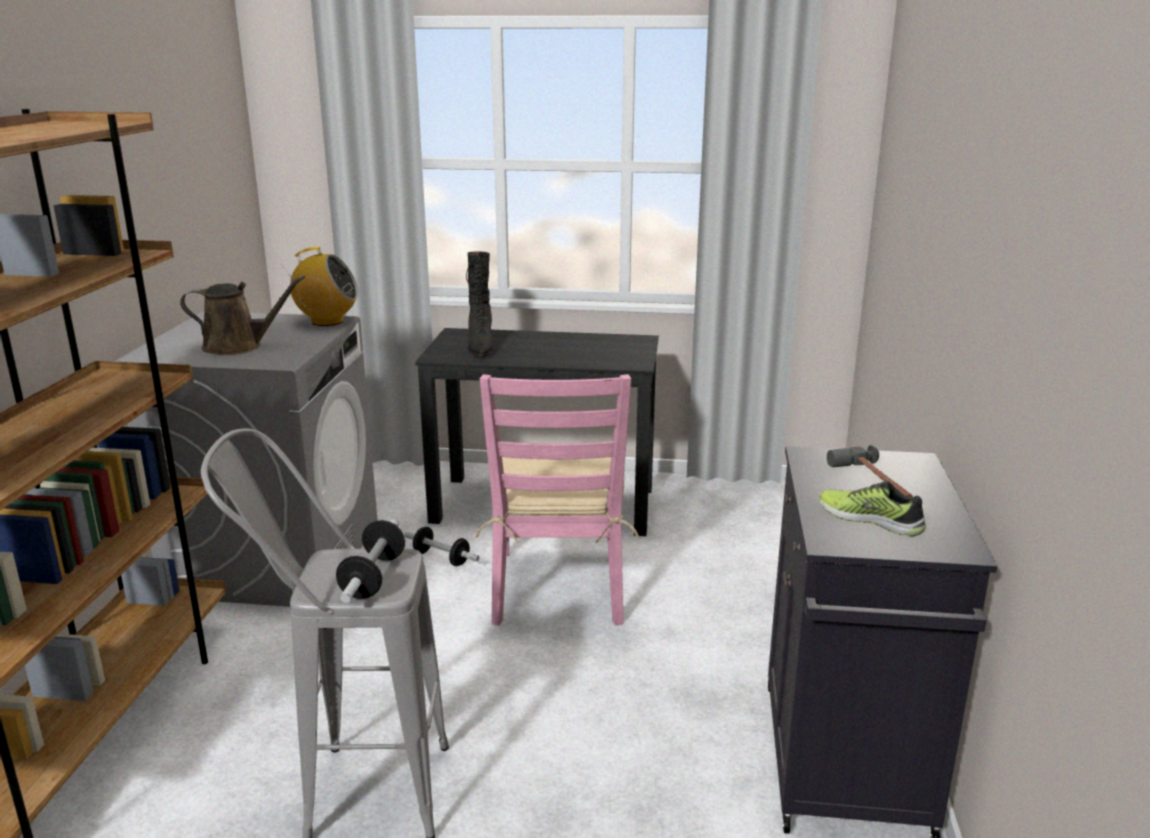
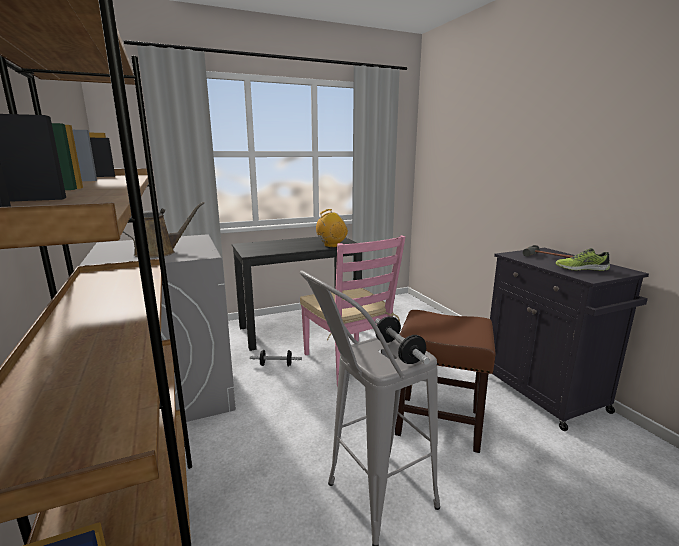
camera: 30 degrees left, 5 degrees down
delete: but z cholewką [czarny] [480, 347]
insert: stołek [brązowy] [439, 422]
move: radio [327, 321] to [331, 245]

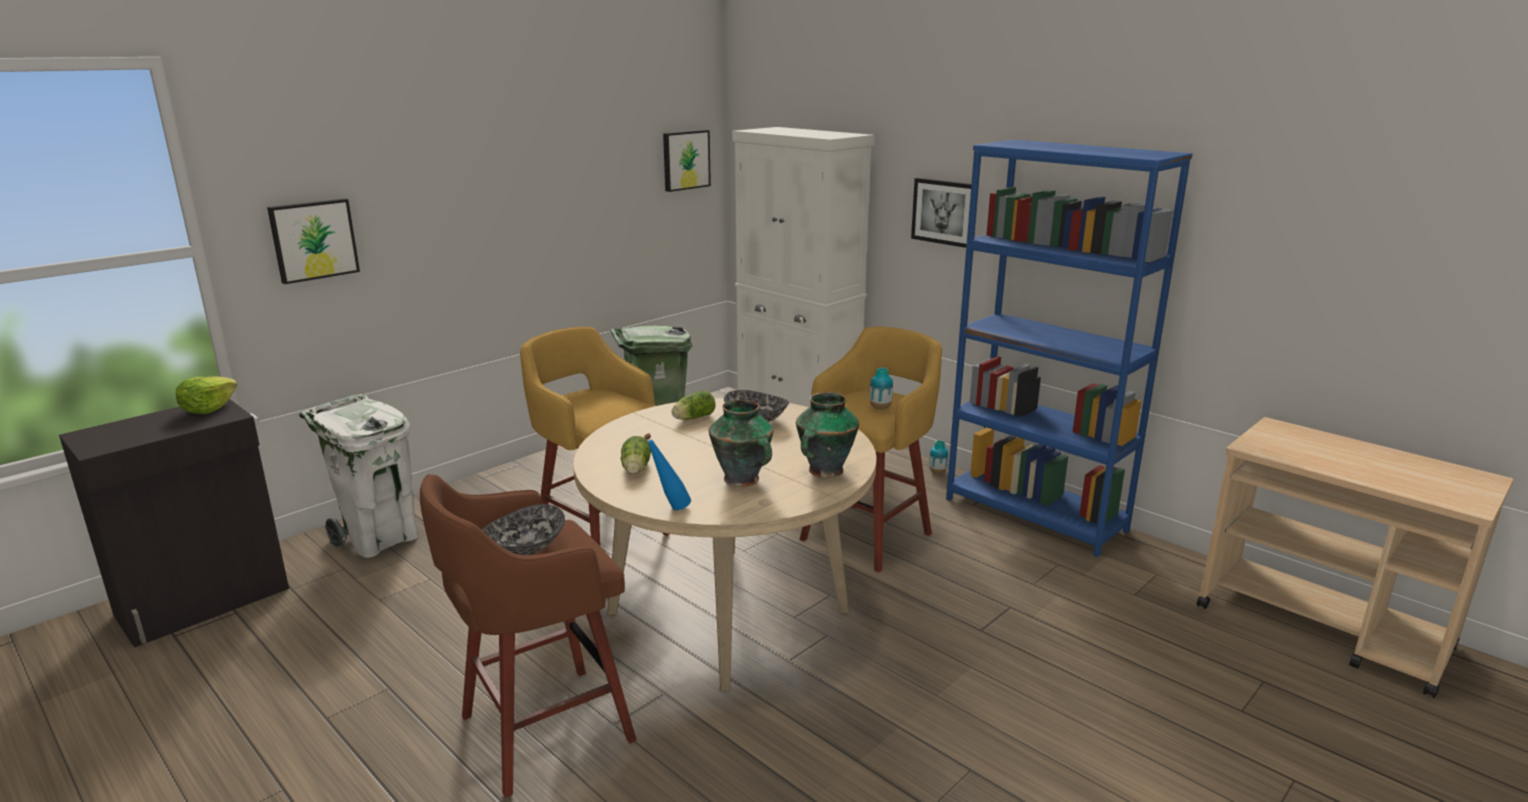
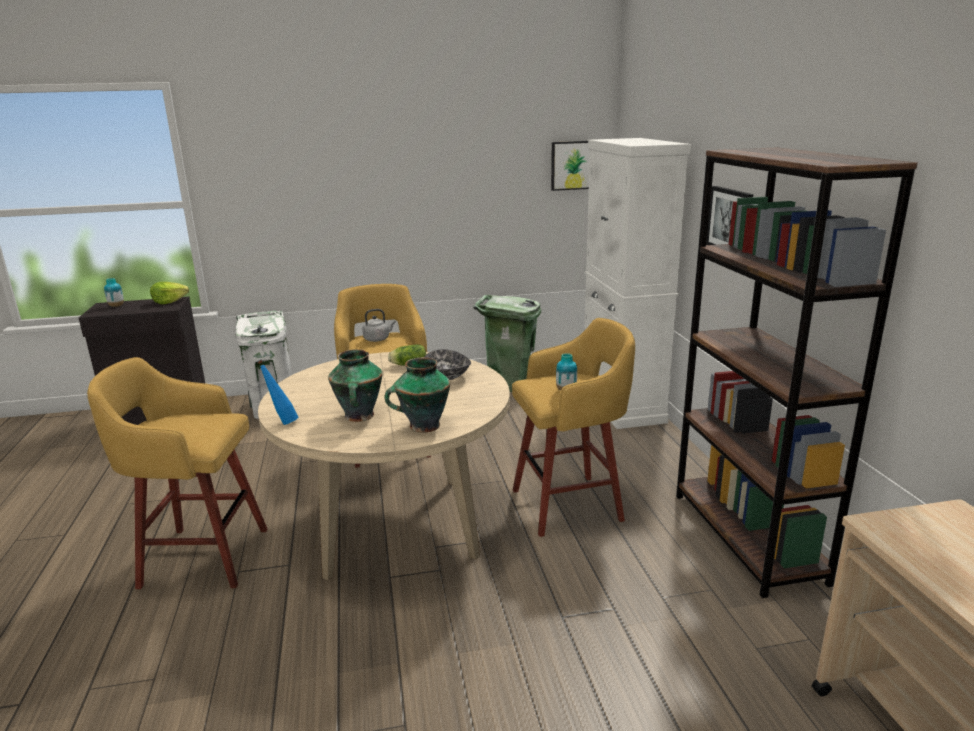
camera: 35 degrees right, 0 degrees up
delete: obraz [313, 240]; miska [524, 549]; sałata [635, 469]
insert: czajnik [szary] [378, 339]
move: wazon [937, 472] to [116, 306]
recolor: stołek [brązowy] [541, 730] to stołek [żółty] [201, 557]; regał [niebieski] [1035, 514] to regał [brązowy] [747, 537]

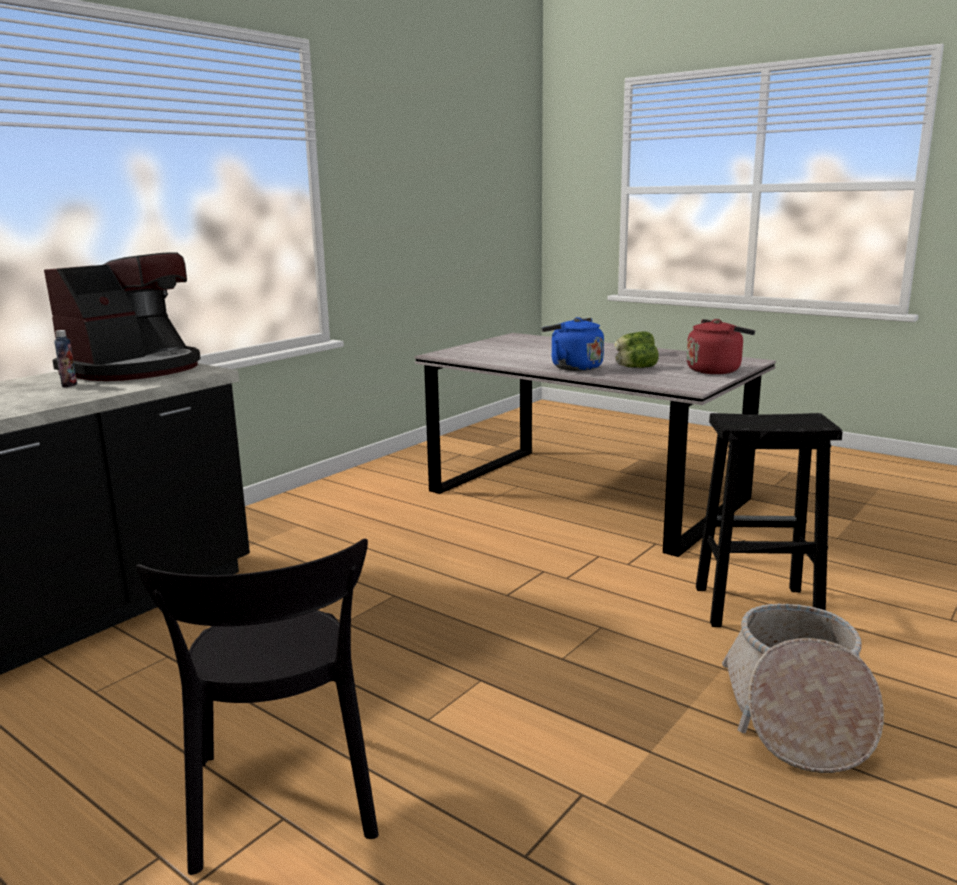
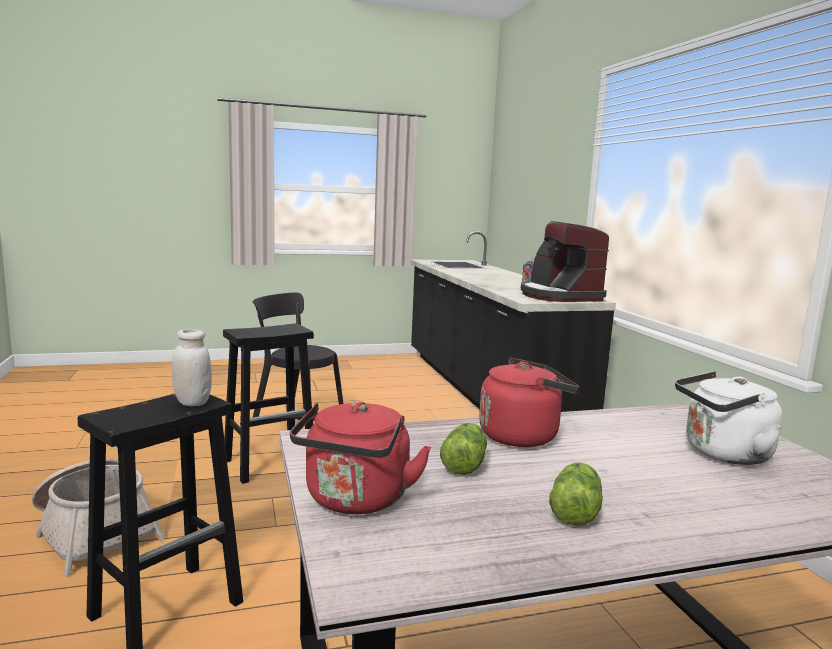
camera: 125 degrees right, 5 degrees down
insert: słoik [biały] [192, 402]; stołek [czarny] [270, 463]; czajnik [biały] [722, 454]
recolor: czajnik [niebieski] [573, 367] to czajnik [czerwony] [523, 436]

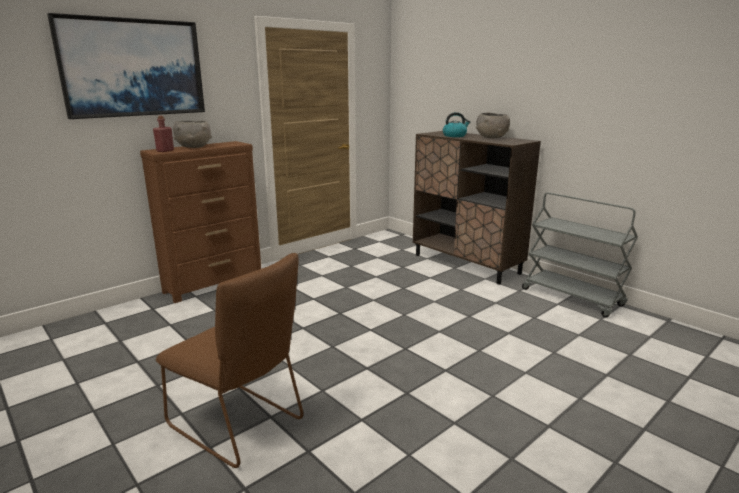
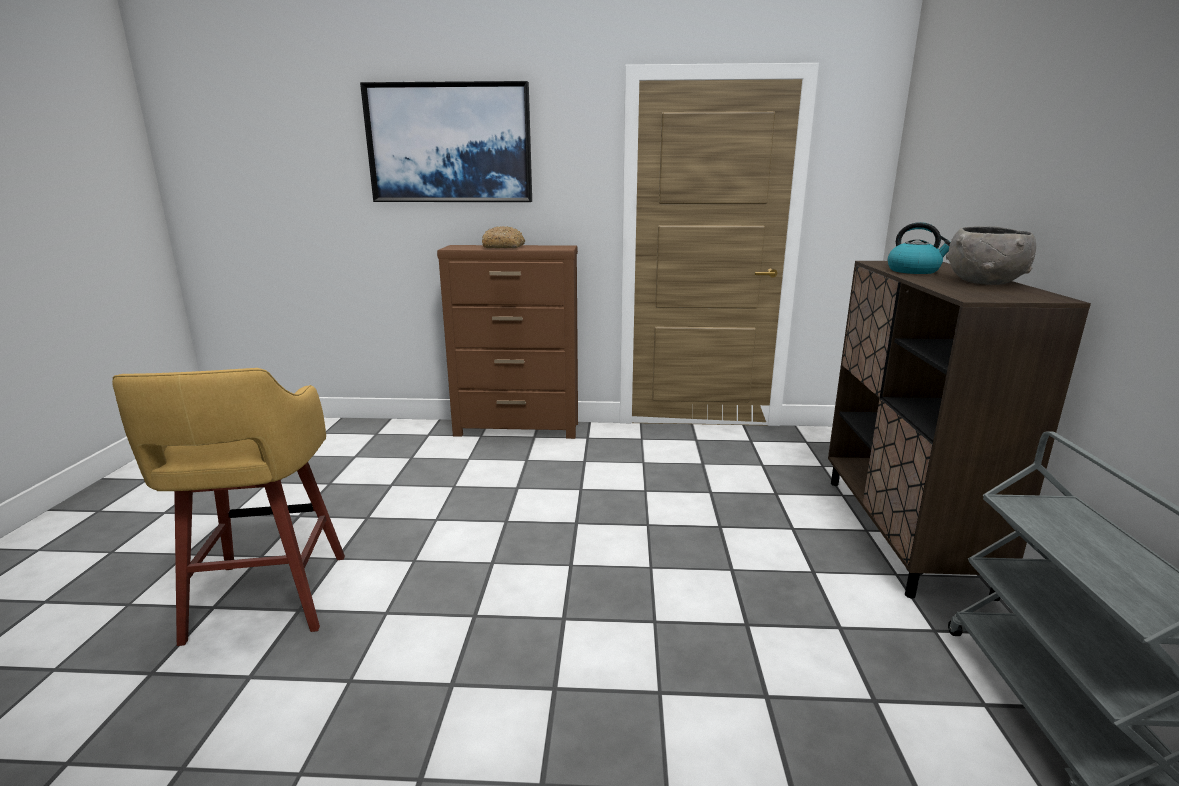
camera: 45 degrees right, 0 degrees up
delete: butelka [czerwony] [165, 151]
replace: krzesło [brązowy] [240, 425] to stołek [żółty] [266, 600]; miska [szary] [194, 147] to chleb [504, 247]

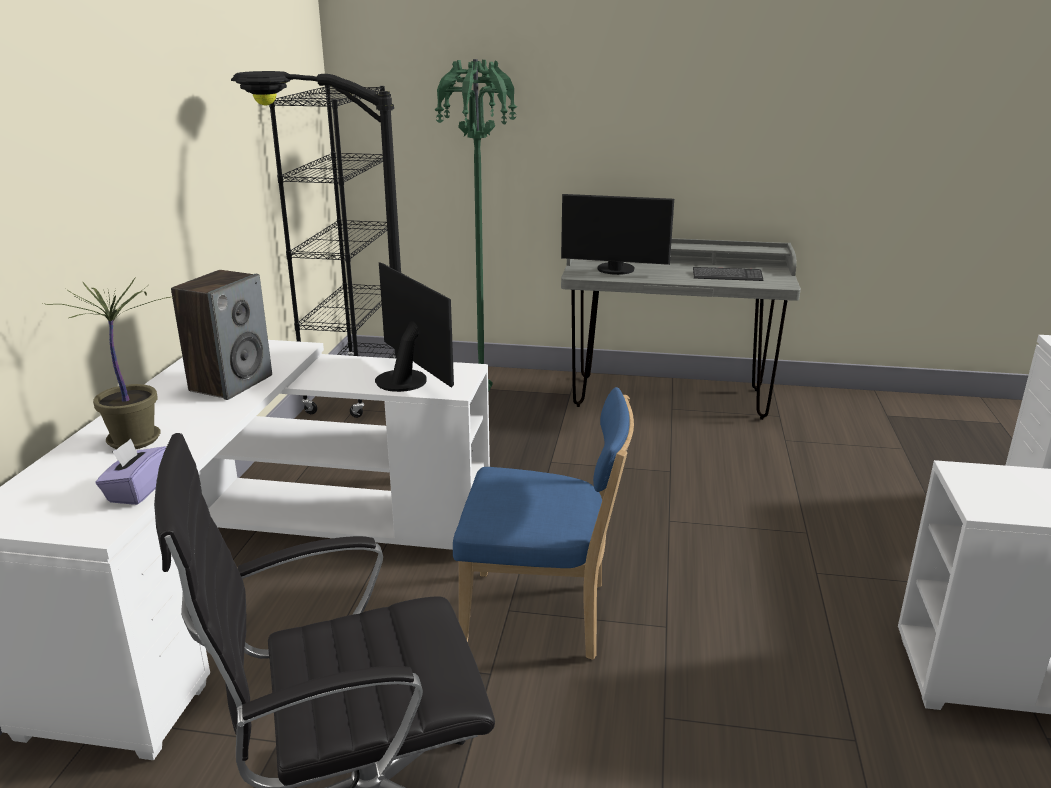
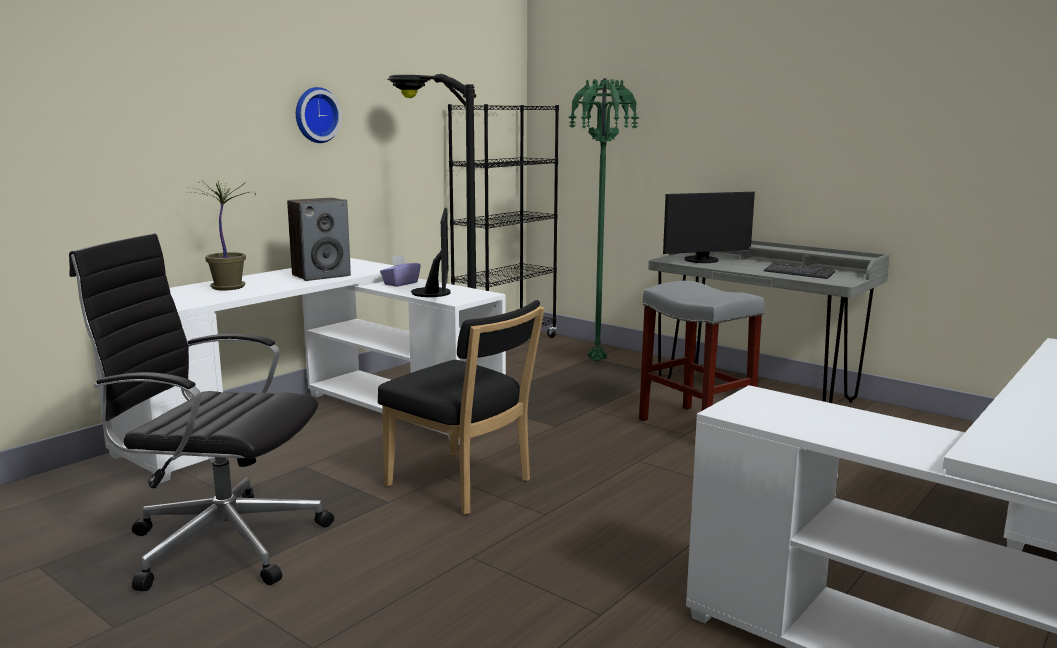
camera: 30 degrees right, 10 degrees down
insert: zegar ścienny [315, 115]; stołek [szary] [693, 426]
move: pudełko chusteczek [fioletowy] [137, 491] to [400, 283]
recolor: krzesło [niebieski] [543, 616] to krzesło [czarny] [463, 485]
rotate: monitor [615, 270] = [703, 261] 60 degrees counterclockwise

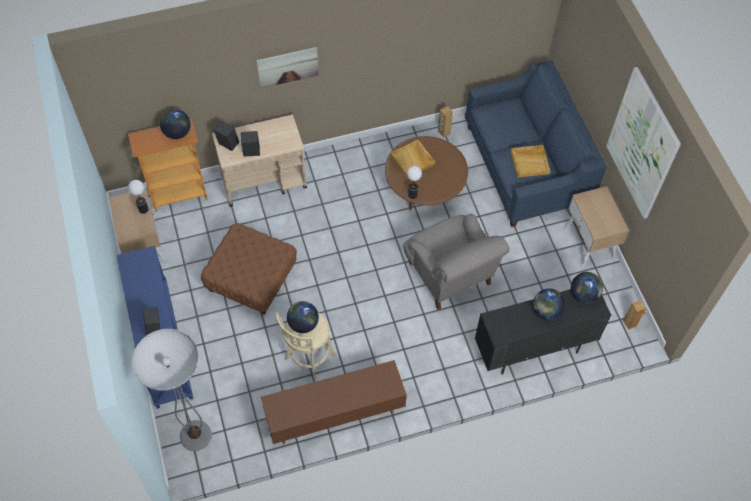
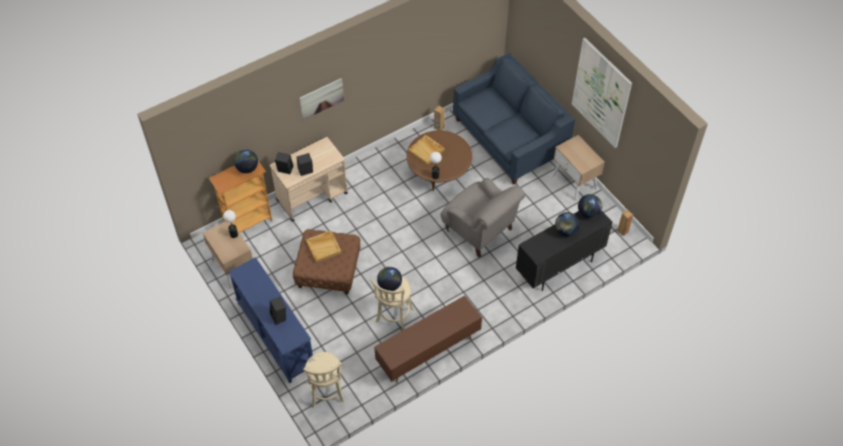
camera: 15 degrees left, 5 degrees down
move: taca [beżowy] [530, 162] to [323, 247]
replace: lampa stojąca [195, 435] to stołek [beżowy] [327, 394]

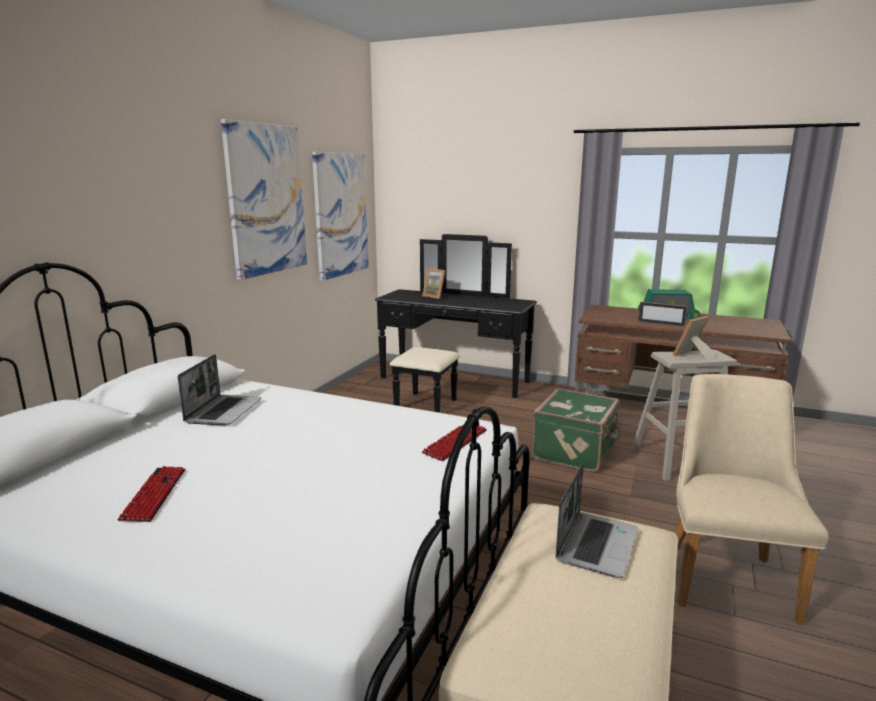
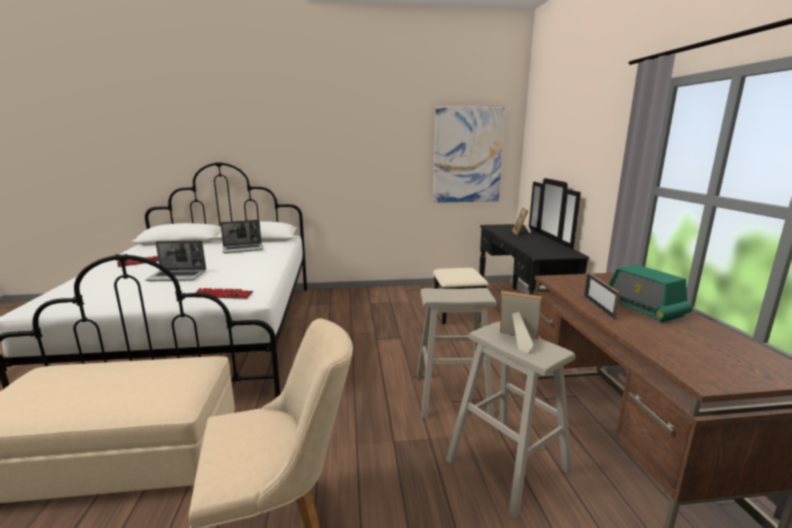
camera: 60 degrees right, 0 degrees up
delete: obraz [266, 200]
move: laptop [596, 544] to [178, 276]
replace: walizka [zielony] [576, 451] to stołek [beżowy] [452, 395]

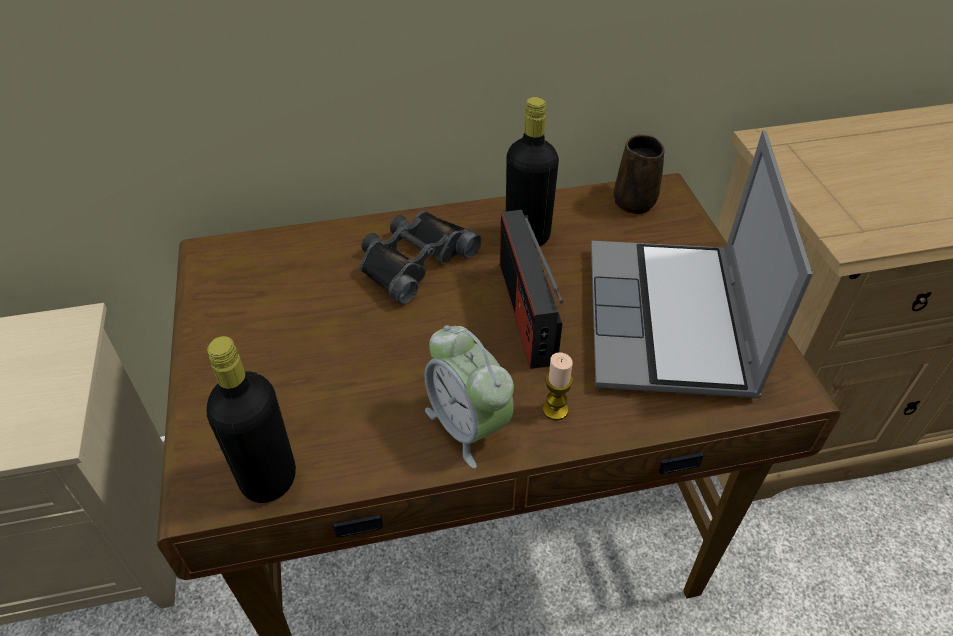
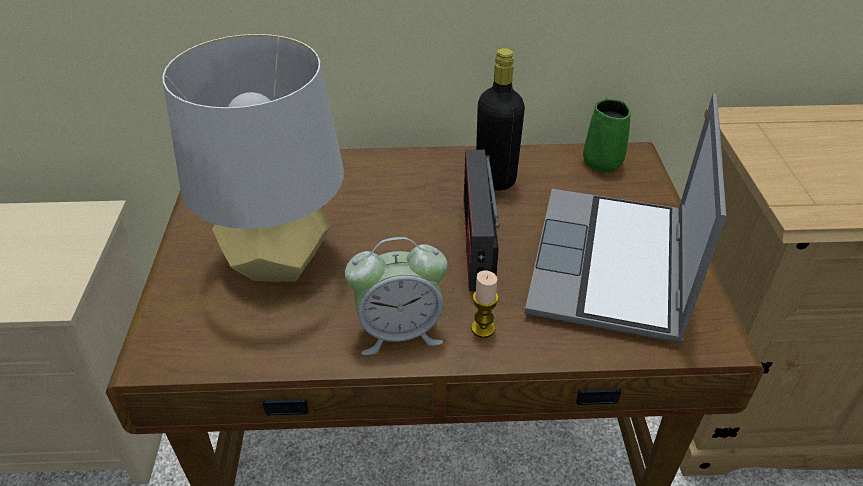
camera: 10 degrees right, 5 degrees down
delete: butelka [czarny] [269, 479]; lornetka [czarny] [413, 260]
insert: lampa stołowa [szary] [280, 261]
recolor: kubek [brązowy] [633, 200] to kubek [zielony] [602, 161]
rotate: budzik [468, 426] = [399, 332] 75 degrees counterclockwise

